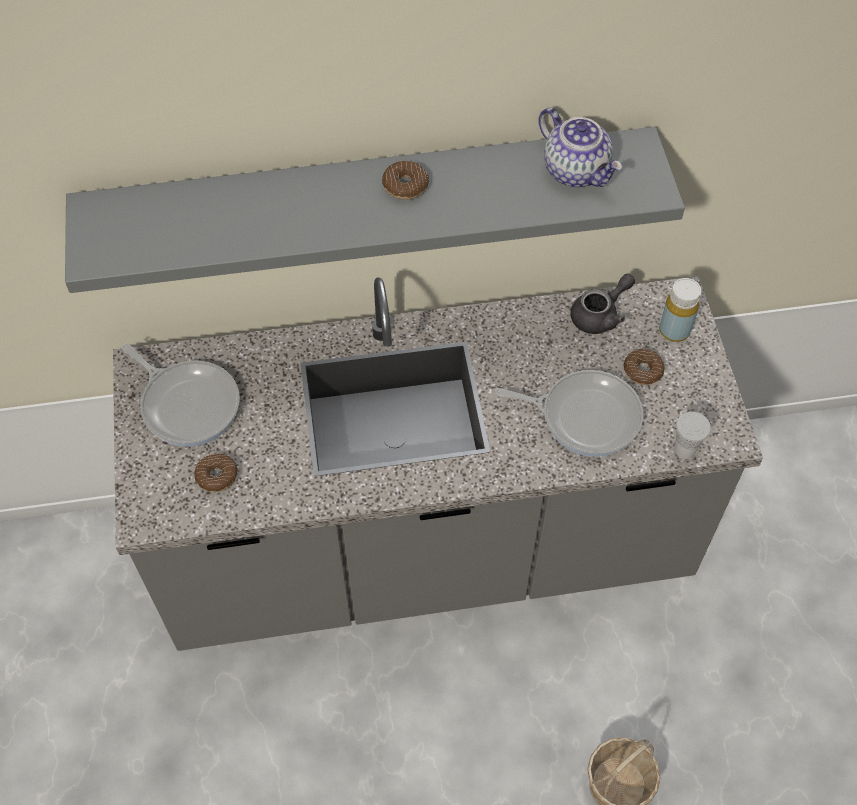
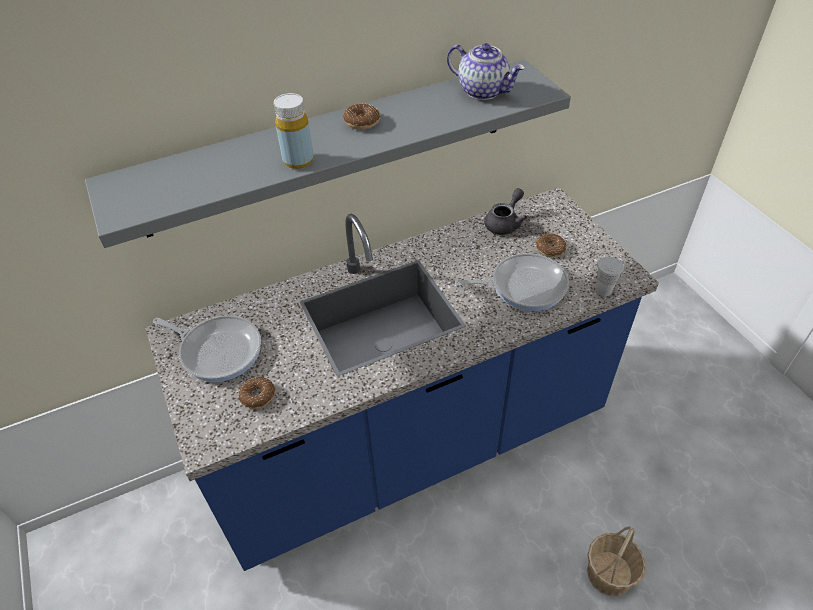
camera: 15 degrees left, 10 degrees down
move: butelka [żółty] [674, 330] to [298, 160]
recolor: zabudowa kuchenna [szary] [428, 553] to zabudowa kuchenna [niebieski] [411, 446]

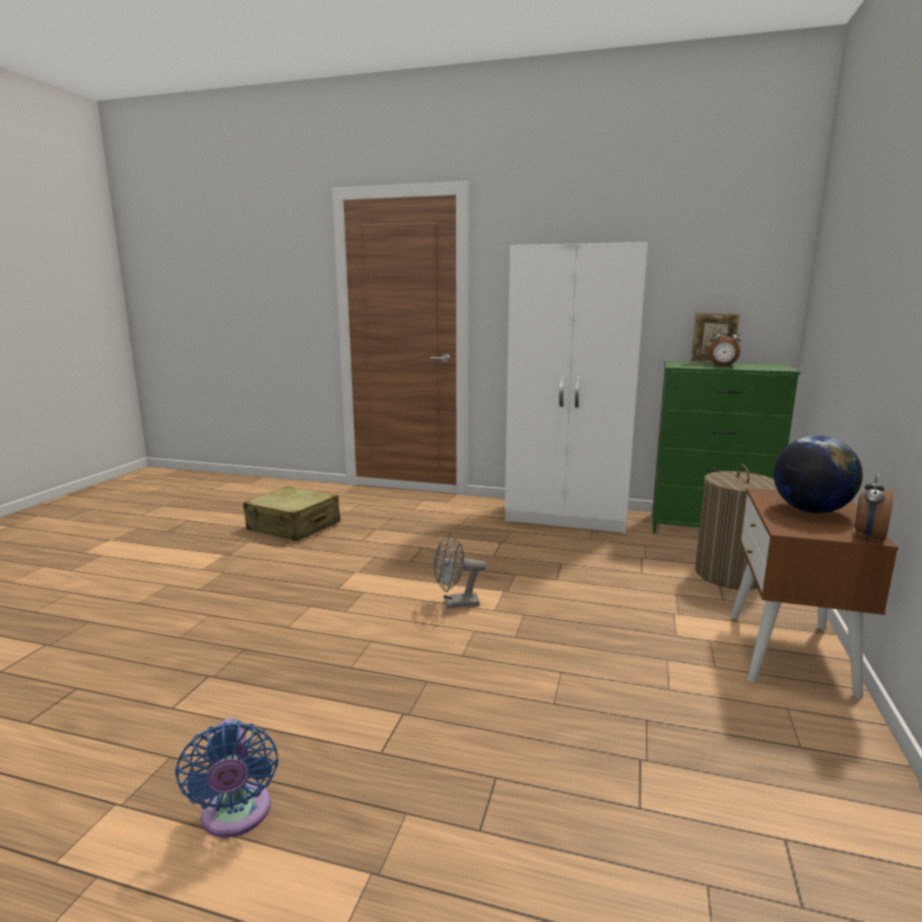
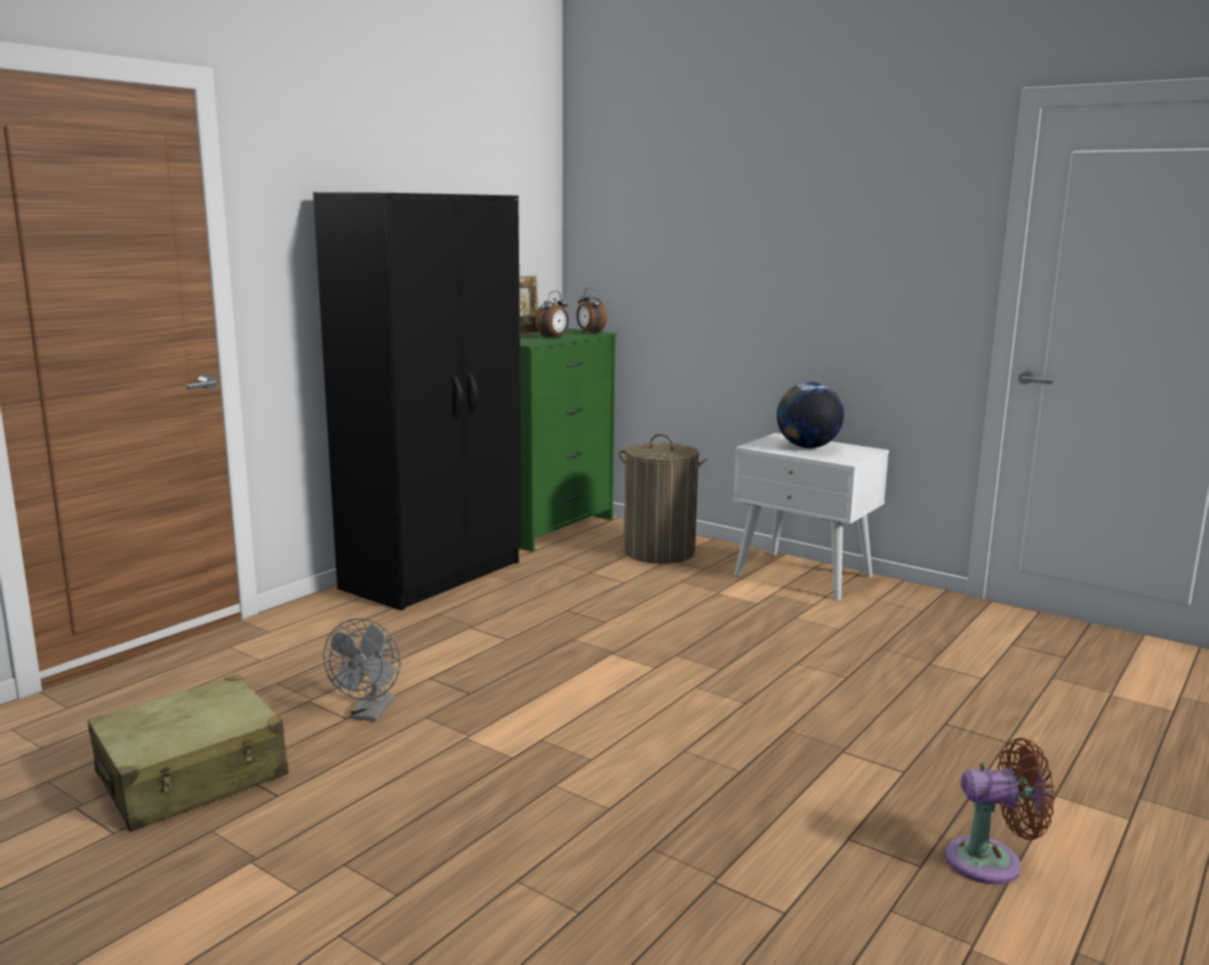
camera: 70 degrees left, 0 degrees up
move: wentylator [szary] [455, 603] to [370, 713]; budzik [868, 536] to [590, 332]
recolor: wentylator [niebieski] [236, 816] to wentylator [brązowy] [991, 862]; szafa [biały] [568, 517] to szafa [czarny] [435, 575]; szafka nocna [brązowy] [790, 652] to szafka nocna [biały] [804, 575]

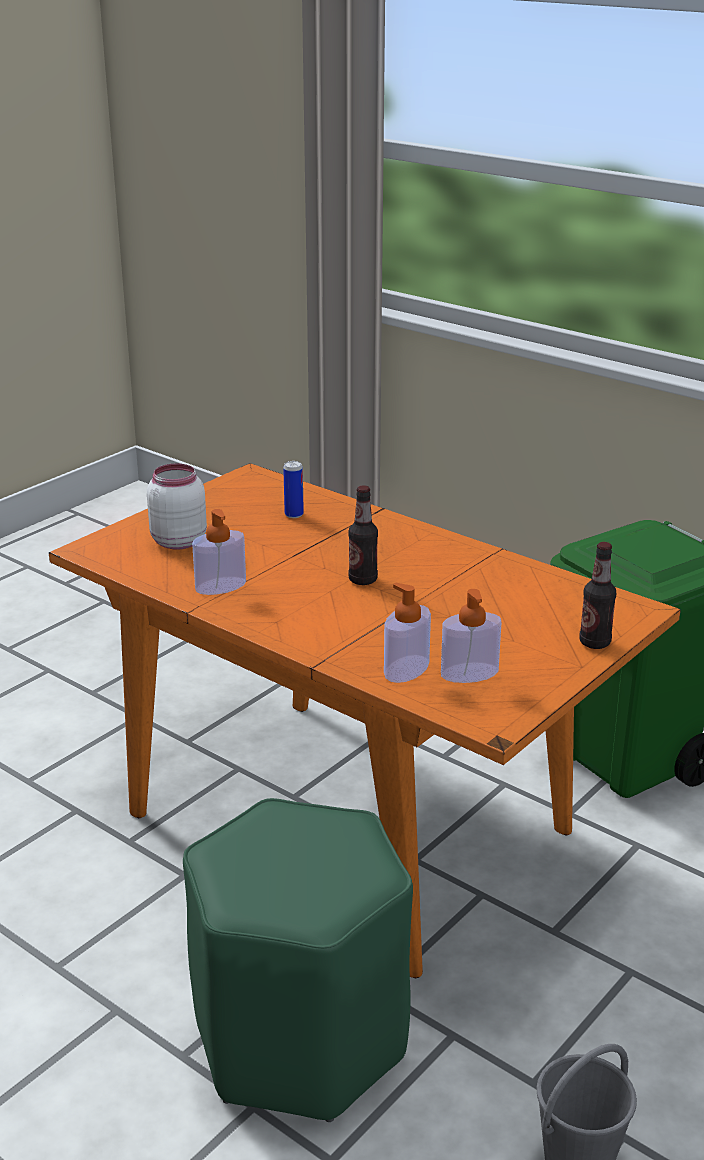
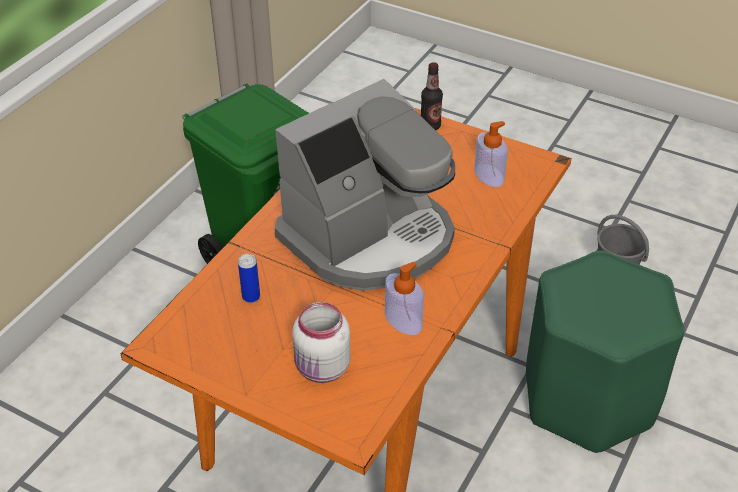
camera: 100 degrees left, 15 degrees up
delete: dozownik mydła [406, 669]
replace: butelka [363, 580] to ekspres do kawy [370, 238]

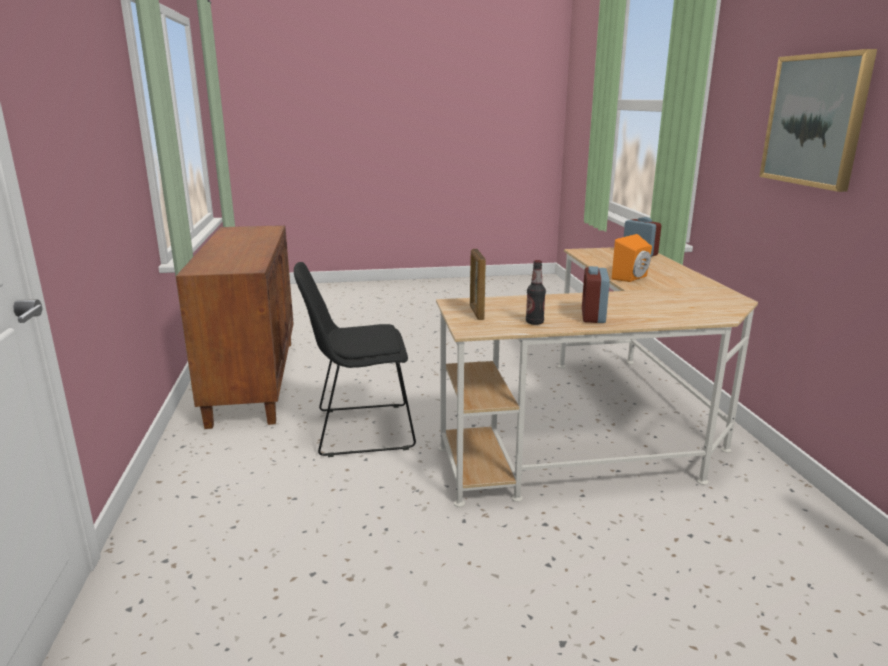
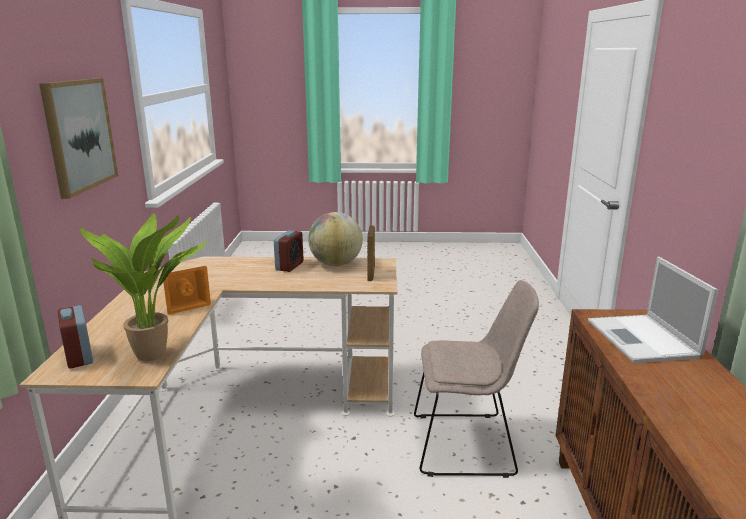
camera: 170 degrees left, 0 degrees up
insert: roślina doniczkowa [156, 354]; laptop [643, 340]
replace: butelka [534, 322] to globus [336, 264]
recolor: krzesło [czarny] [359, 430] to krzesło [beżowy] [467, 444]

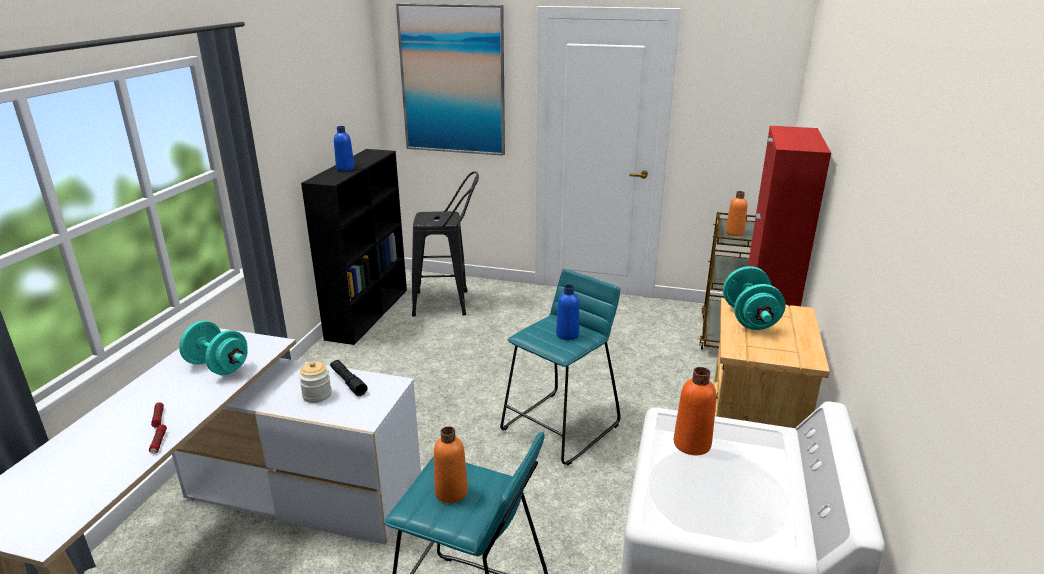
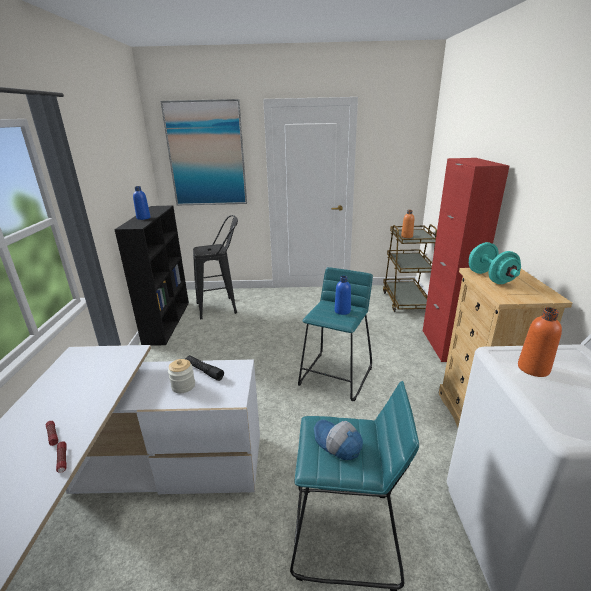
camera: 15 degrees left, 0 degrees up
delete: hantel [turkusowy] [218, 366]
replace: butelka [pomarańczowy] [451, 492] to czapka z daszkiem [337, 444]

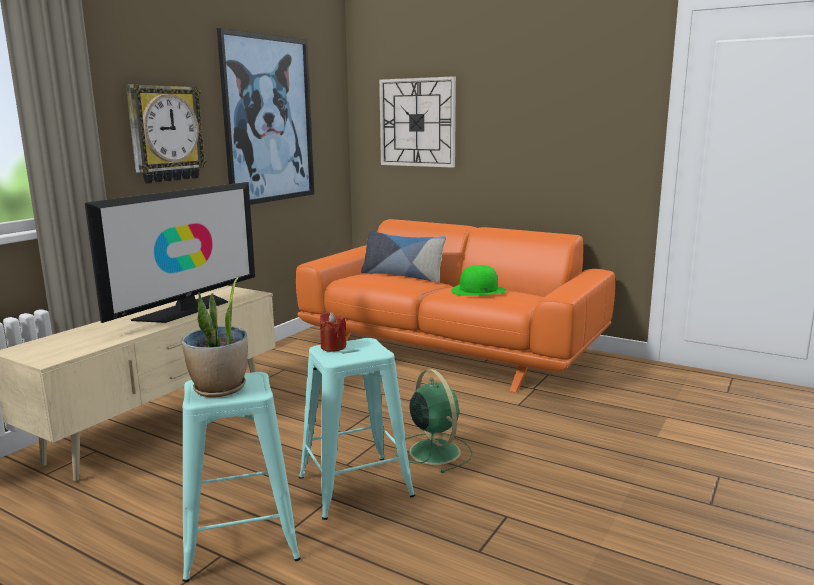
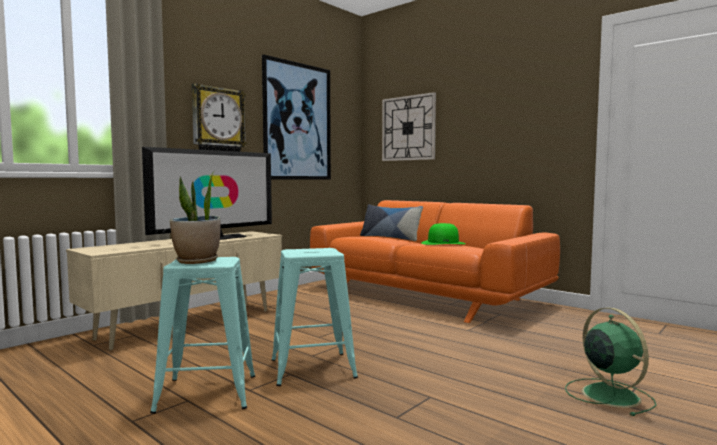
camera: 10 degrees right, 10 degrees down
delete: świeca [czerwony] [333, 347]
move: wentylator [zielony] [433, 451] to [608, 394]

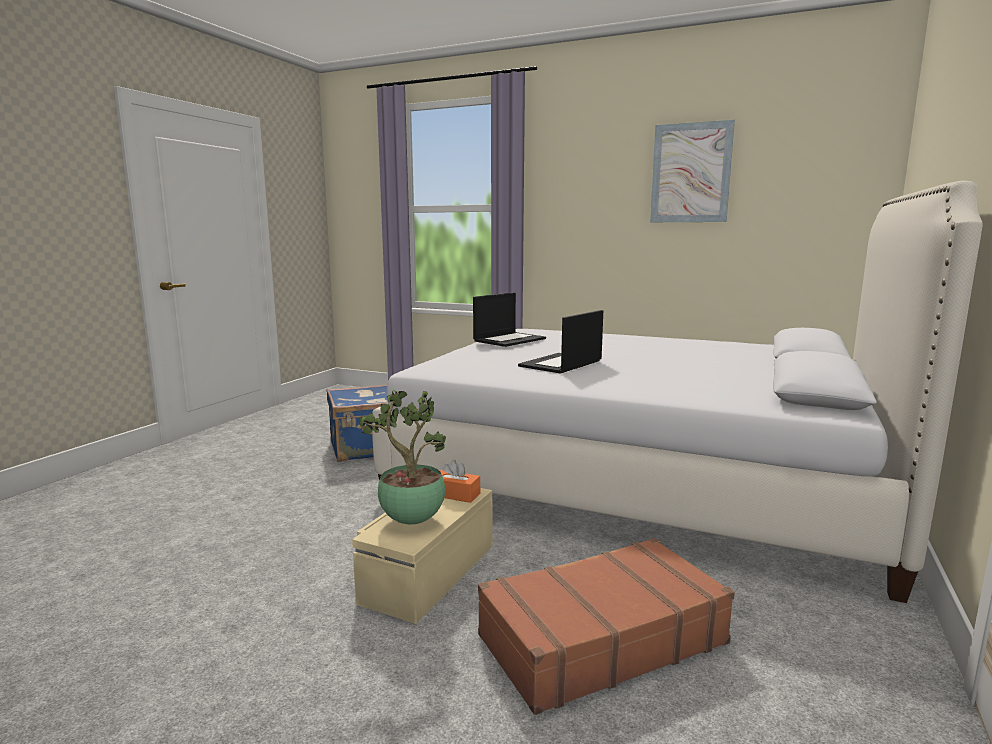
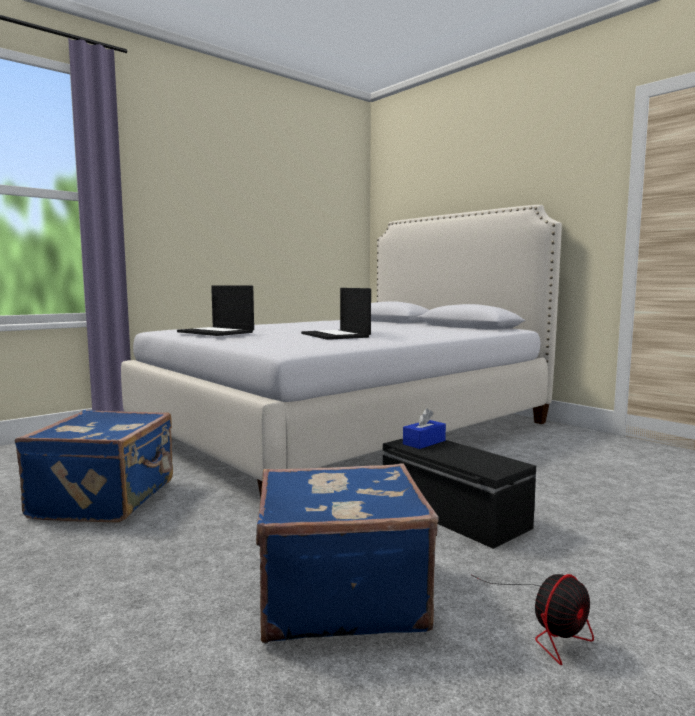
camera: 65 degrees left, 5 degrees down
delete: roślina doniczkowa [410, 521]; walizka [brązowy] [600, 639]; obraz [691, 173]
insert: walizka [niebieski] [338, 594]; wentylator [551, 625]
recolor: pojemnik do przechowywania [beżowy] [427, 572] to pojemnik do przechowywania [czarny] [451, 513]; pudełko chusteczek [pomarańczowy] [455, 494] to pudełko chusteczek [niebieski] [424, 442]
rotate: laptop [509, 340] = [217, 332] 150 degrees clockwise

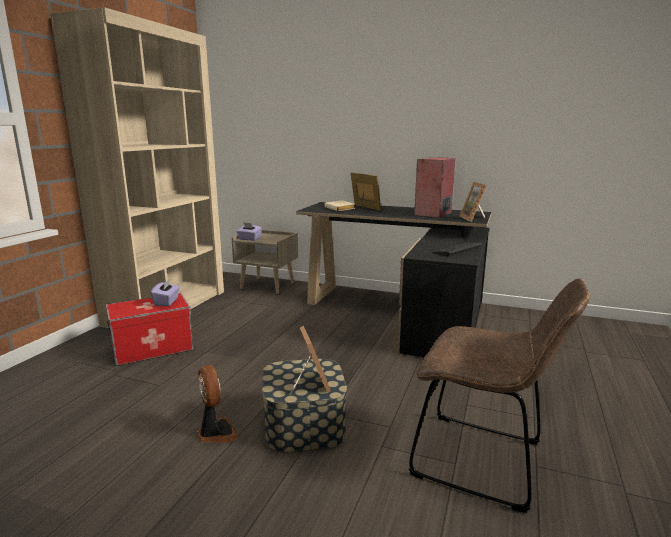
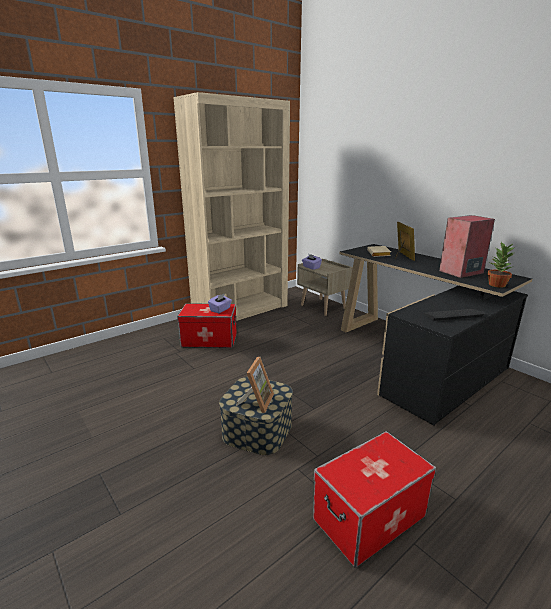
camera: 30 degrees right, 5 degrees up
delete: wentylator [216, 433]
replace: krzesło [brązowy] [485, 461] to pojemnik do przechowywania [369, 518]; ramka na zdjęcie [474, 219] to roślina doniczkowa [497, 285]

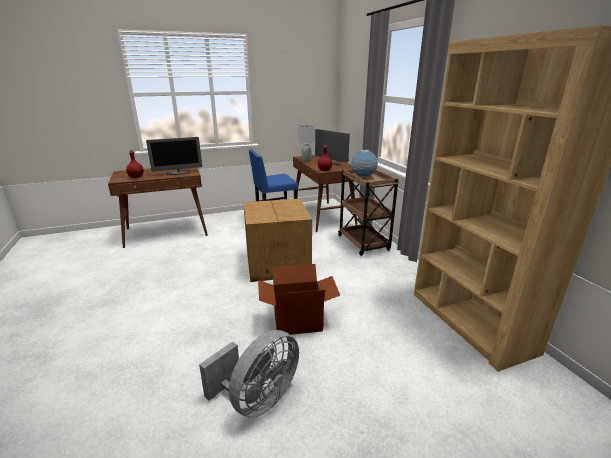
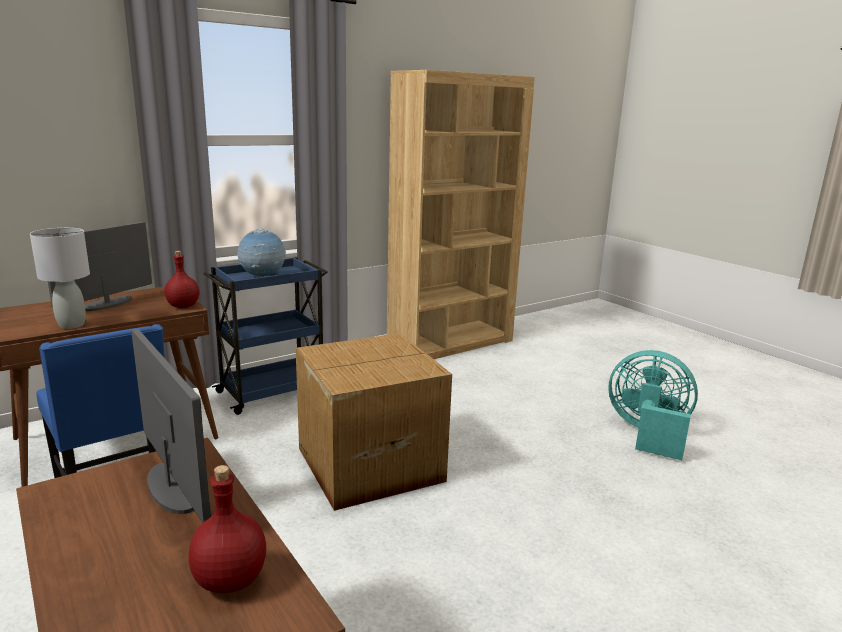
camera: 105 degrees left, 5 degrees down
delete: karton [297, 320]
recolor: wentylator [szary] [258, 399] to wentylator [turkusowy] [647, 433]; wózek [brązowy] [364, 243] to wózek [niebieski] [272, 392]

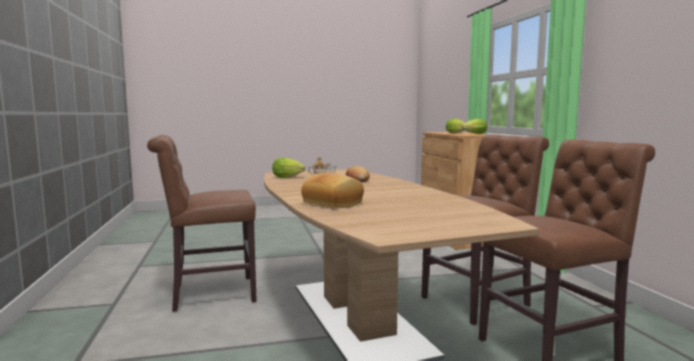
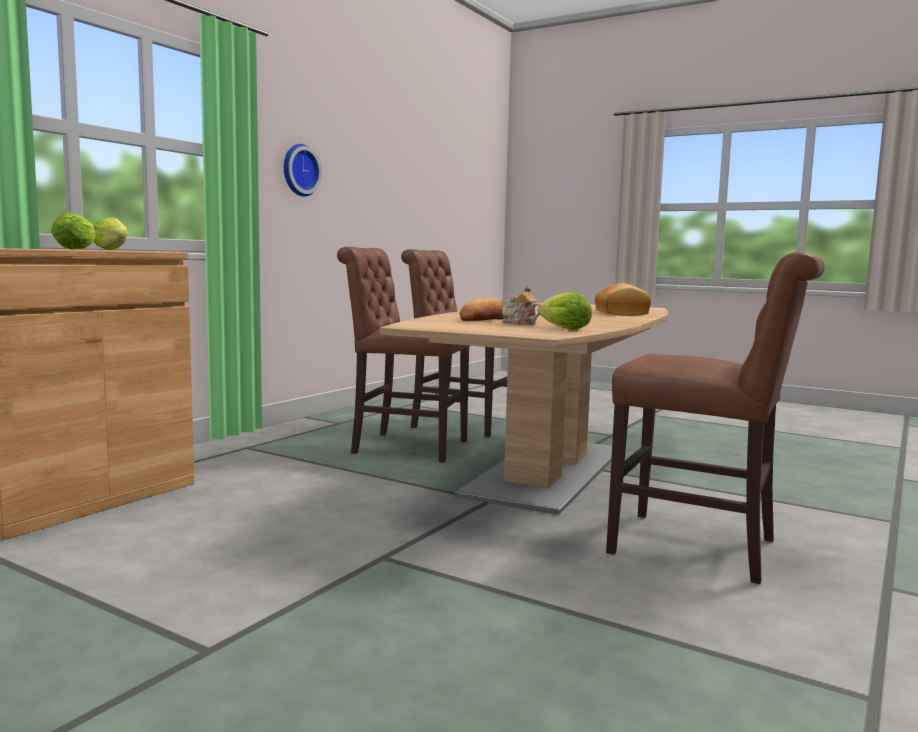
camera: 135 degrees left, 0 degrees up
insert: zegar ścienny [299, 170]

